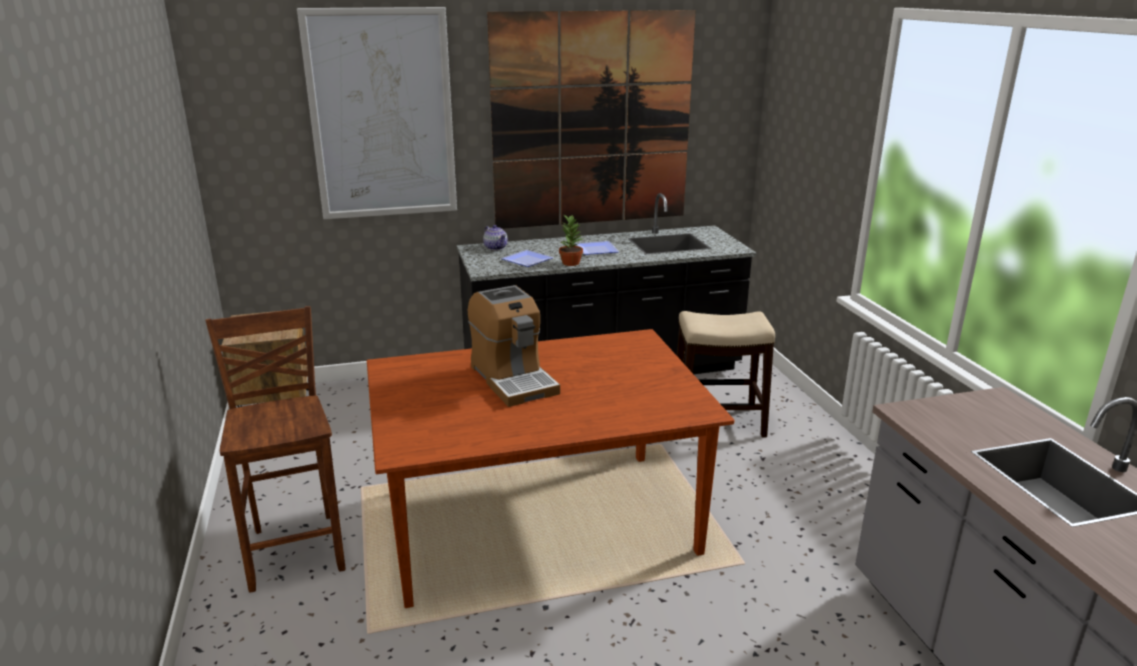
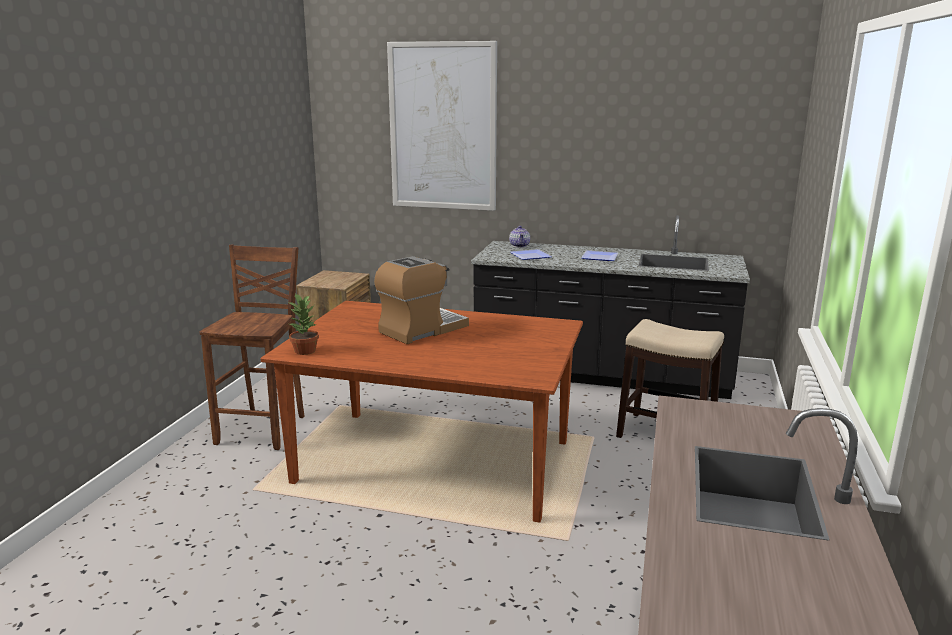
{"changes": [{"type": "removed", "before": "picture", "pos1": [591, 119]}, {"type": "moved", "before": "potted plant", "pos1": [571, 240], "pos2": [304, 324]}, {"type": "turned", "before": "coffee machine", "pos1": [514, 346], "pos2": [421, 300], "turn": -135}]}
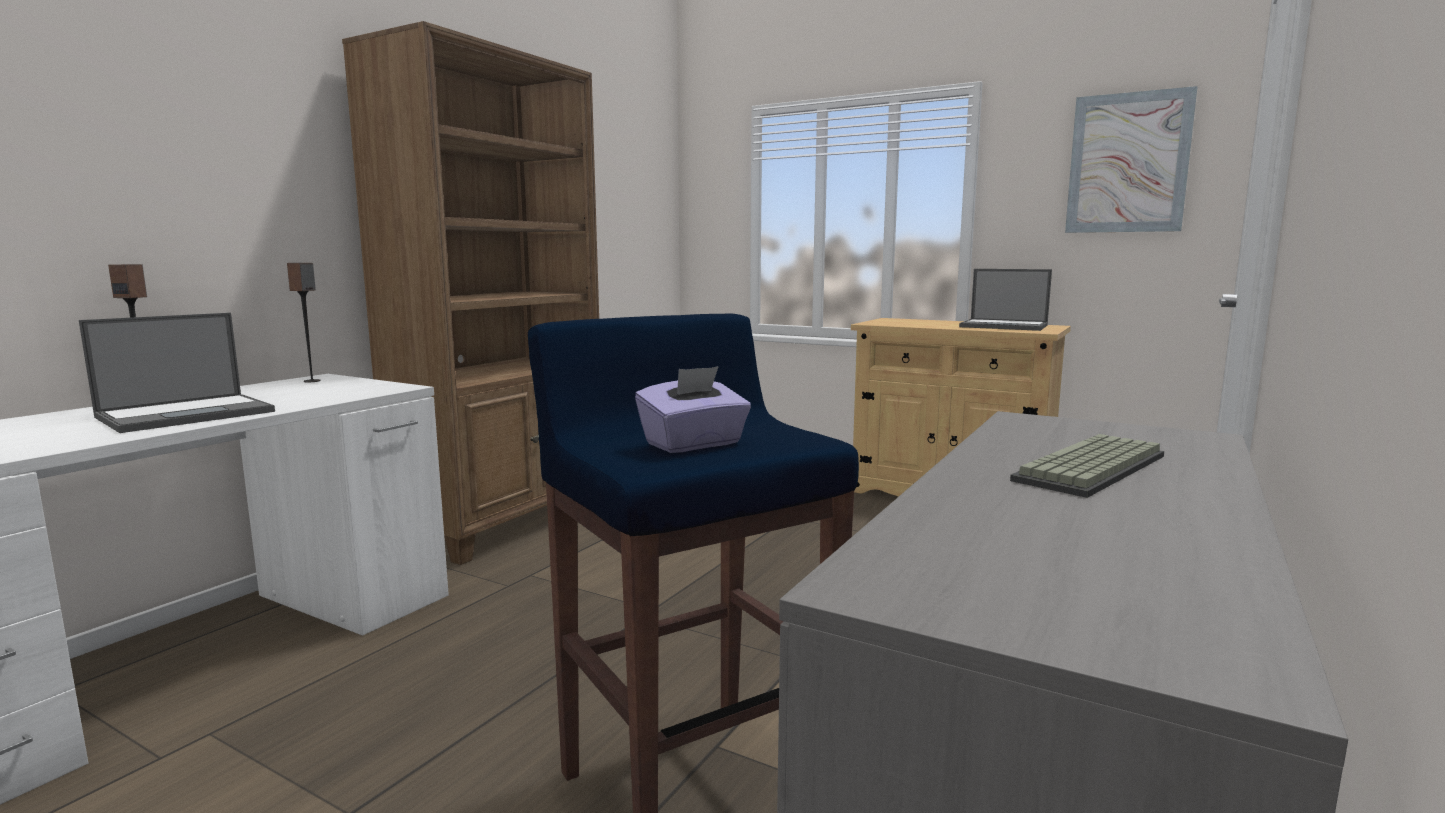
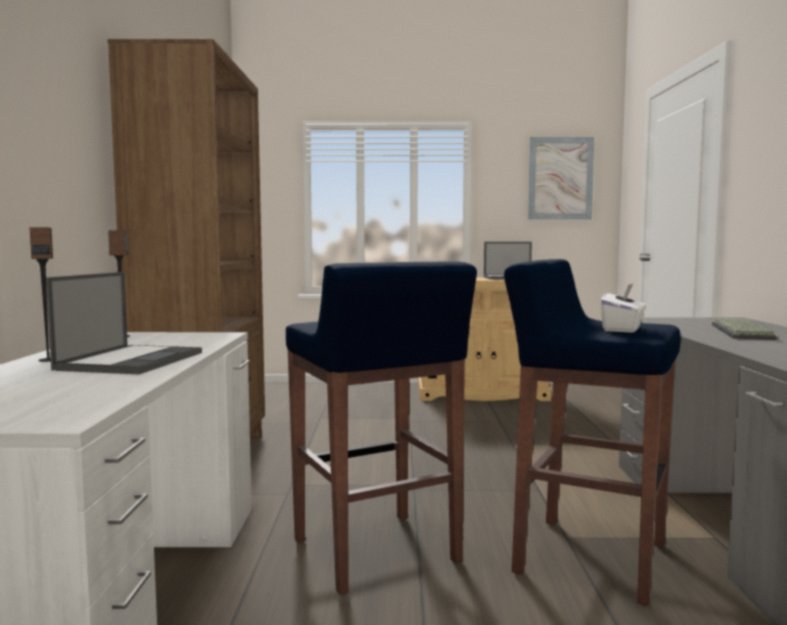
{"changes": [{"type": "recoloured", "before": "purple tissue box", "after": "white tissue box", "pos1": [693, 409], "pos2": [623, 308]}, {"type": "added", "after": "blue stool", "pos2": [381, 428]}]}
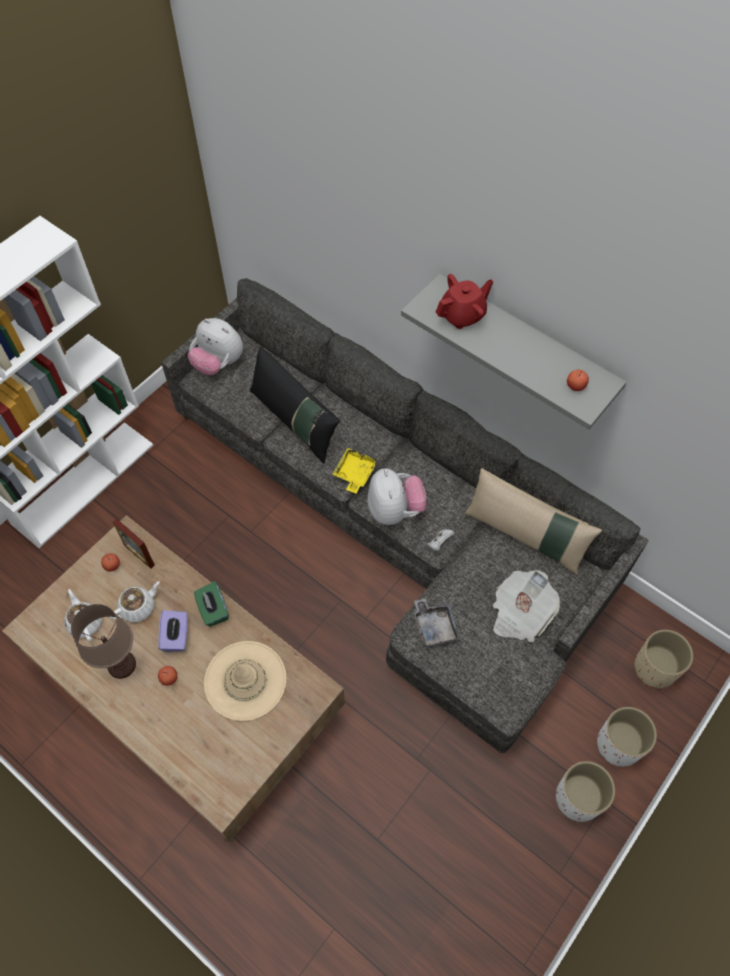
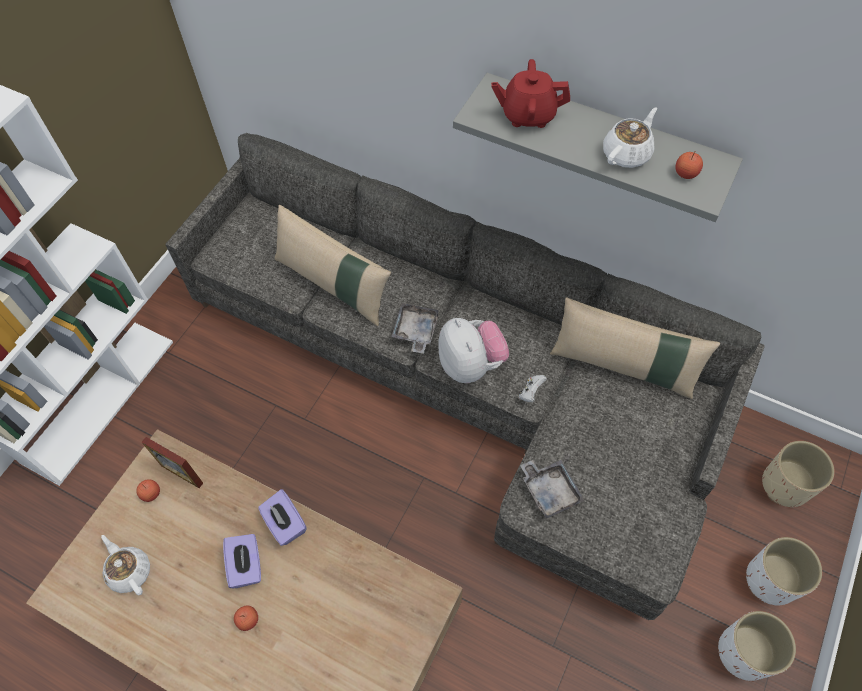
{"changes": [{"type": "turned", "before": "red teapot", "pos1": [464, 301], "pos2": [530, 93], "turn": -135}, {"type": "removed", "before": "plush toy", "pos1": [215, 346]}, {"type": "recoloured", "before": "black pillow", "after": "beige pillow", "pos1": [295, 405], "pos2": [333, 265]}, {"type": "recoloured", "before": "yellow tray", "after": "grey tray", "pos1": [354, 470], "pos2": [415, 328]}, {"type": "removed", "before": "newspaper", "pos1": [526, 606]}, {"type": "moved", "before": "white teapot", "pos1": [135, 602], "pos2": [630, 137]}, {"type": "recoloured", "before": "green tissue box", "after": "purple tissue box", "pos1": [211, 604], "pos2": [282, 517]}, {"type": "removed", "before": "brown table lamp", "pos1": [103, 641]}, {"type": "removed", "before": "beige hat", "pos1": [245, 681]}]}
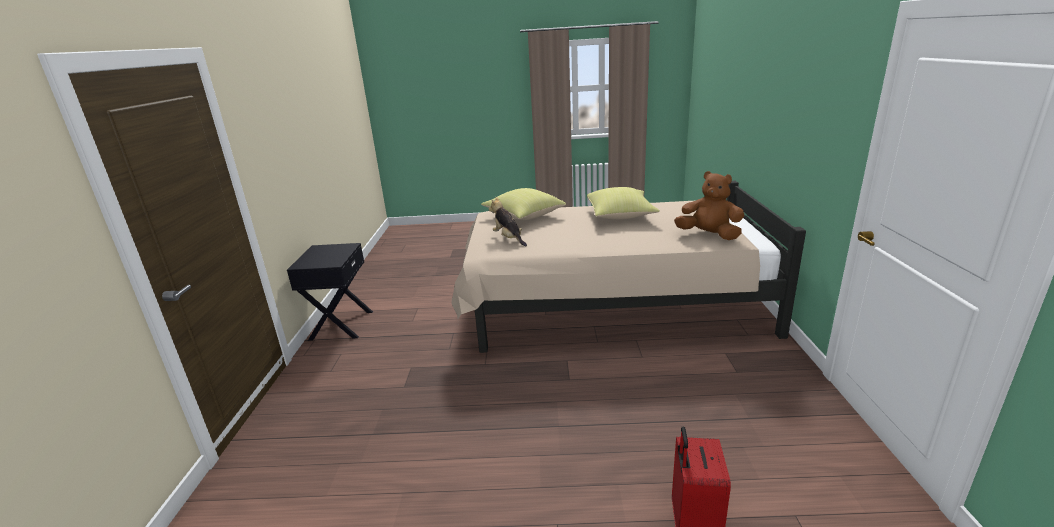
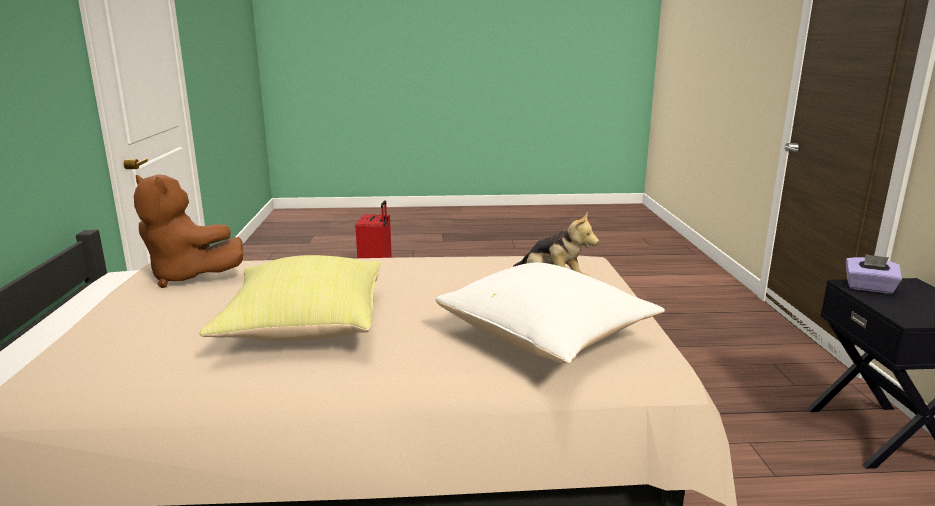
{"changes": [{"type": "recoloured", "before": "yellow pillow", "after": "white pillow", "pos1": [523, 204], "pos2": [550, 313]}, {"type": "added", "after": "purple tissue box", "pos2": [874, 274]}]}
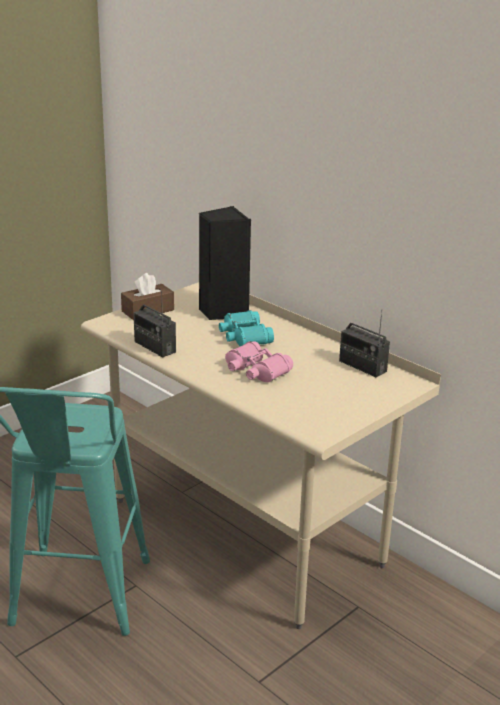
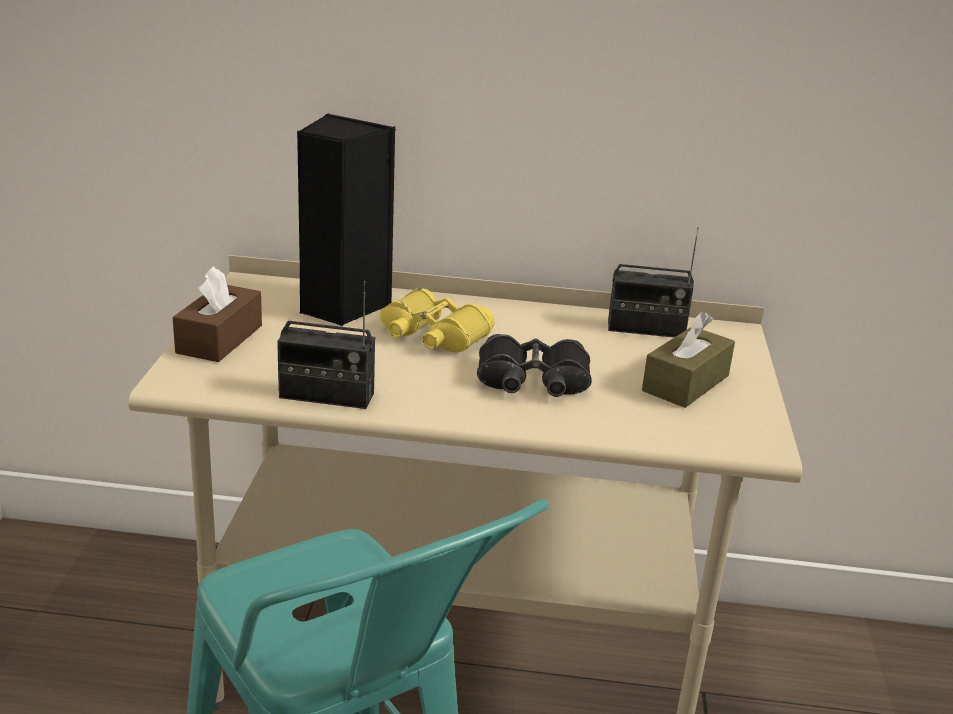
{"changes": [{"type": "recoloured", "before": "turquoise binoculars", "after": "yellow binoculars", "pos1": [246, 328], "pos2": [437, 320]}, {"type": "recoloured", "before": "pink binoculars", "after": "black binoculars", "pos1": [259, 361], "pos2": [534, 365]}, {"type": "added", "after": "brown tissue box", "pos2": [688, 360]}]}
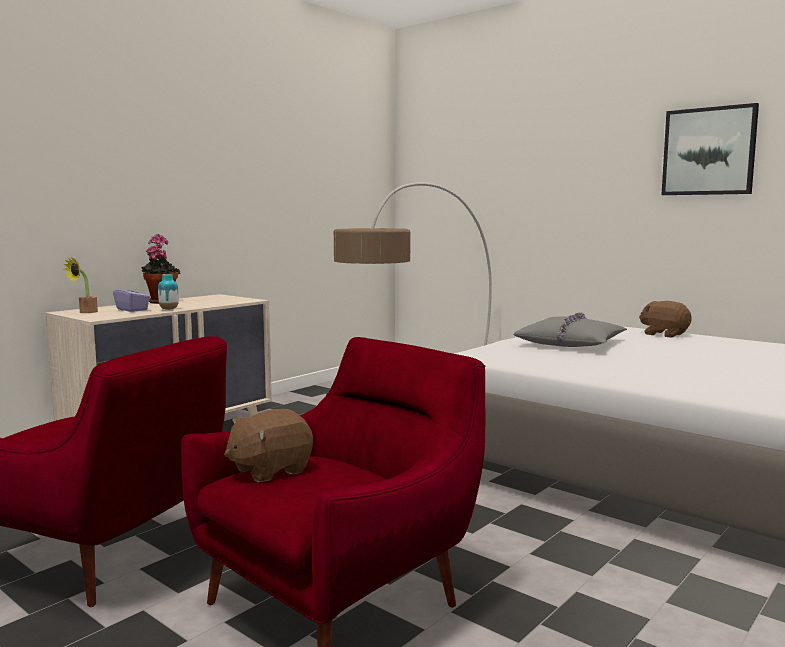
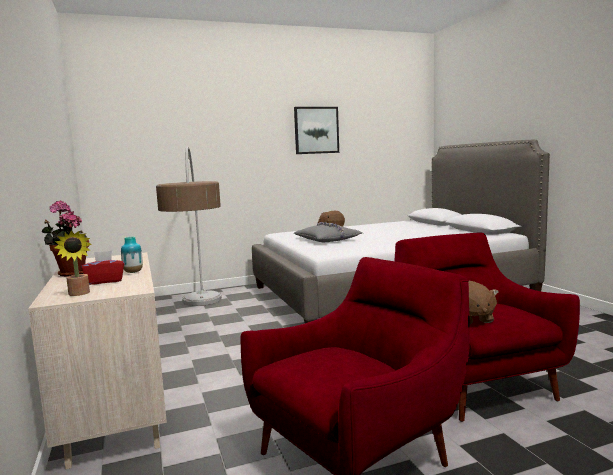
{"changes": [{"type": "recoloured", "before": "purple tissue box", "after": "red tissue box", "pos1": [131, 297], "pos2": [103, 268]}]}
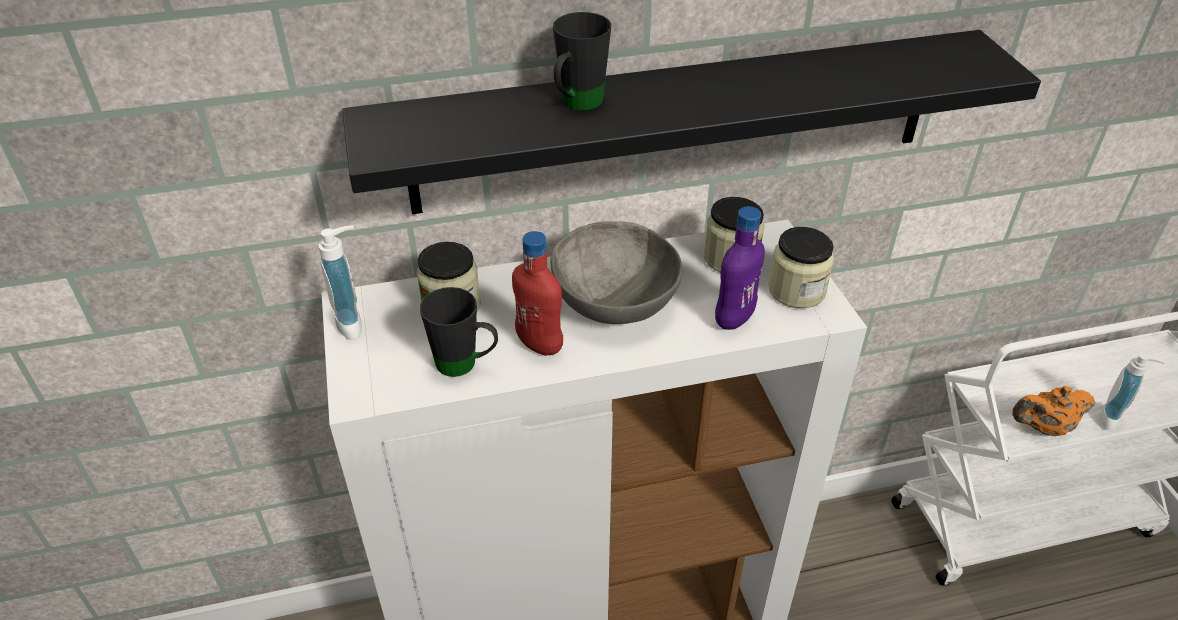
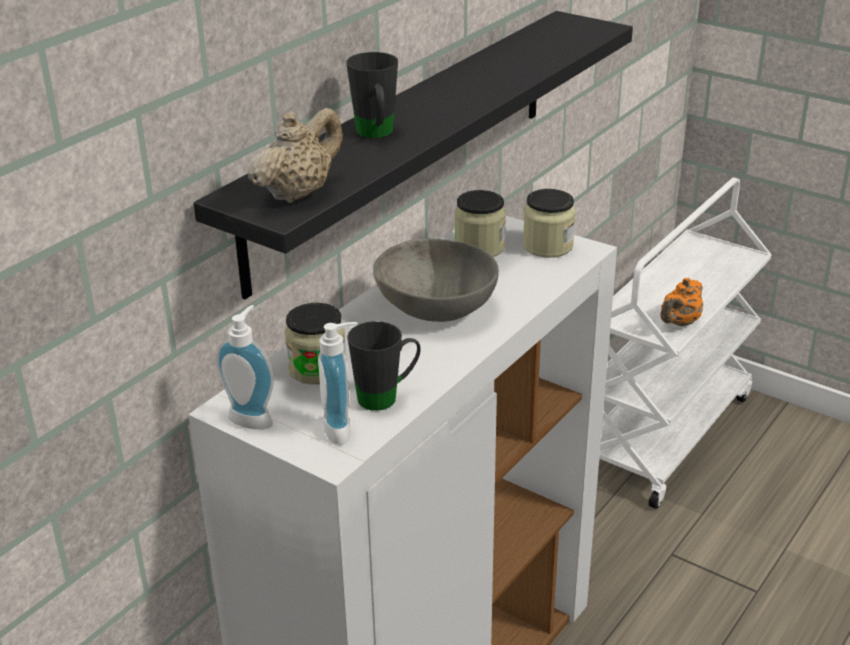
{"changes": [{"type": "removed", "before": "purple bottle", "pos1": [740, 268]}, {"type": "removed", "before": "red bottle", "pos1": [537, 293]}, {"type": "moved", "before": "soap dispenser", "pos1": [1132, 391], "pos2": [338, 383]}, {"type": "added", "after": "beige teapot", "pos2": [295, 155]}]}
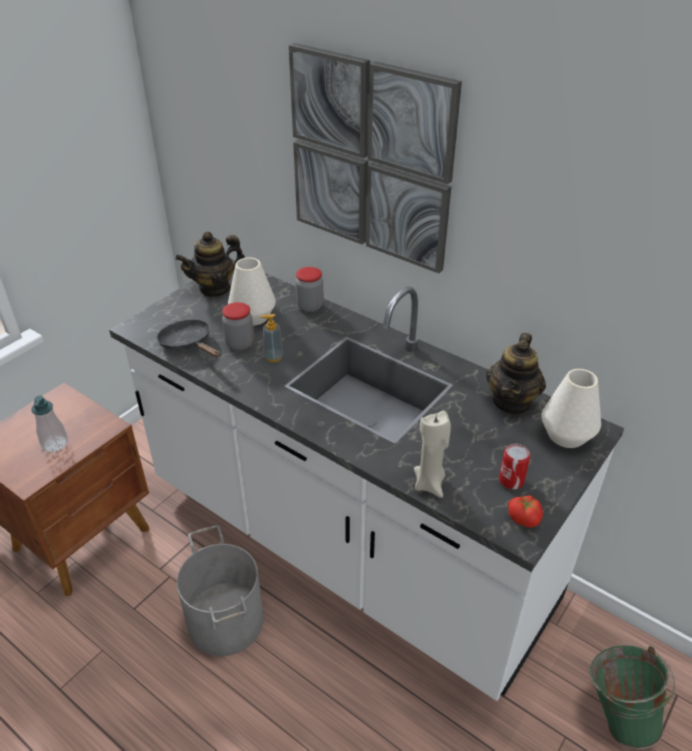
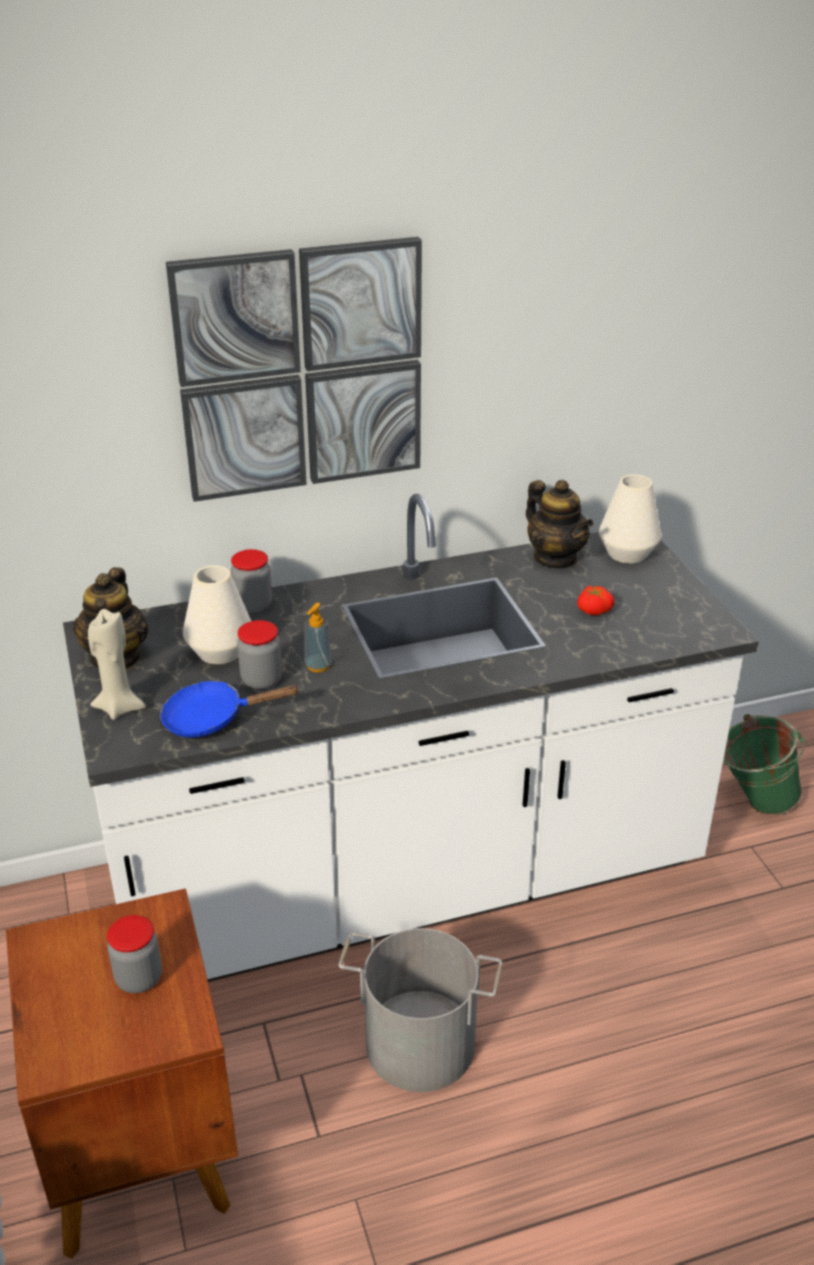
{"changes": [{"type": "recoloured", "before": "black frying pan", "after": "blue frying pan", "pos1": [189, 338], "pos2": [229, 709]}, {"type": "replaced", "before": "soap dispenser", "after": "jar", "pos1": [49, 424], "pos2": [134, 954]}, {"type": "moved", "before": "beige candle", "pos1": [432, 454], "pos2": [117, 664]}, {"type": "removed", "before": "can", "pos1": [514, 466]}, {"type": "moved", "before": "tomato", "pos1": [525, 512], "pos2": [596, 600]}]}
